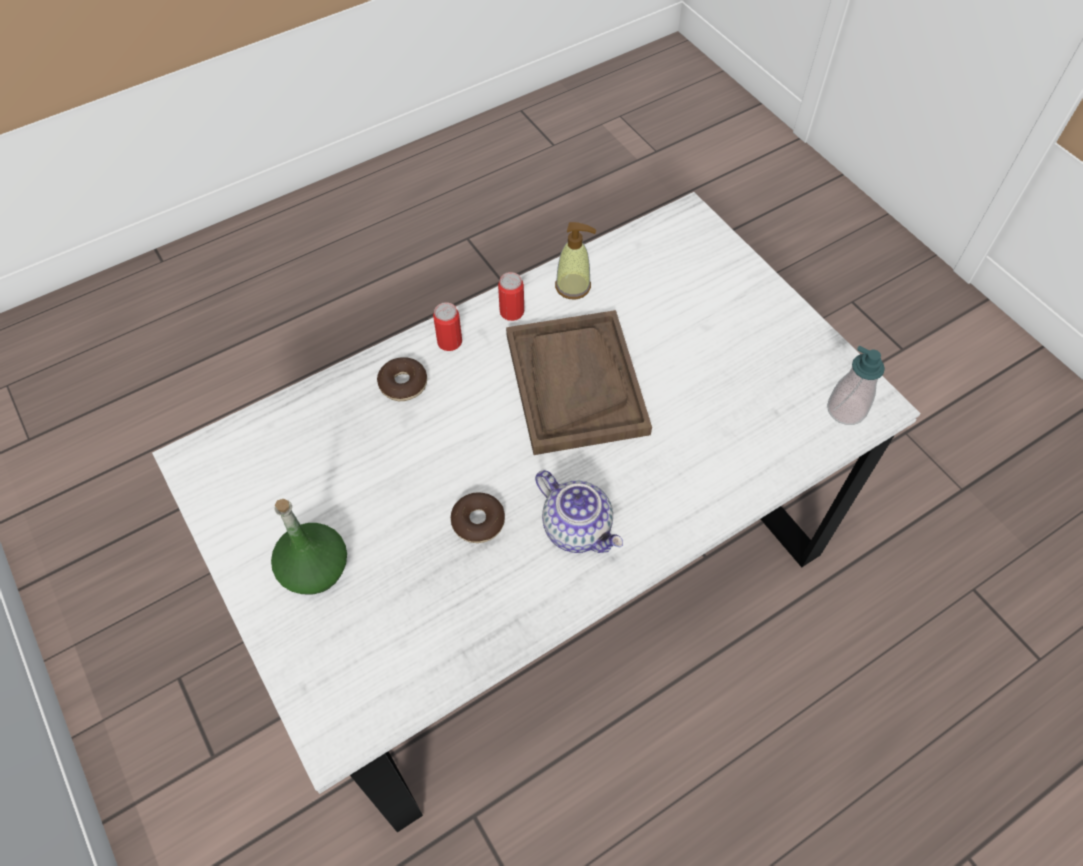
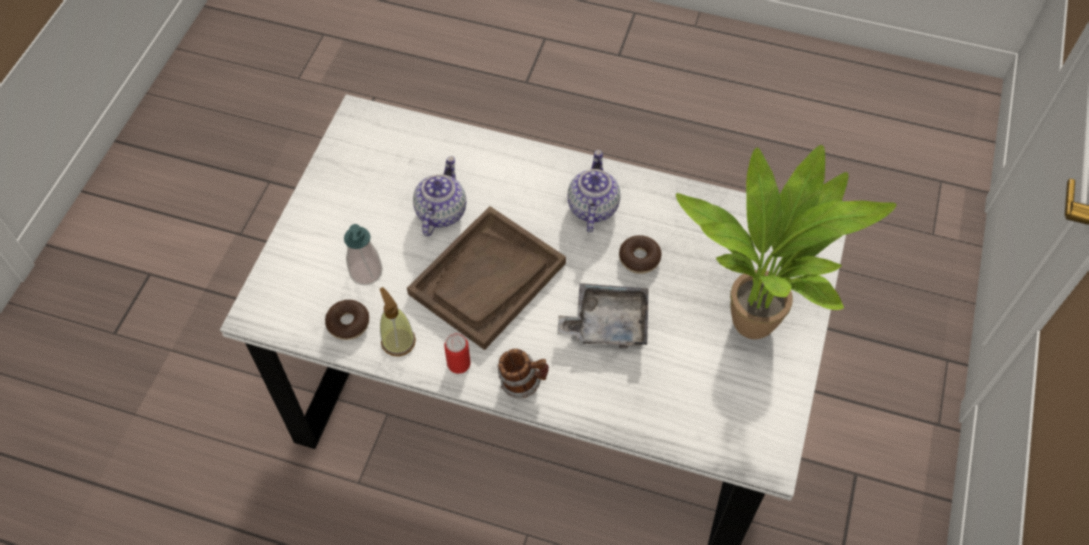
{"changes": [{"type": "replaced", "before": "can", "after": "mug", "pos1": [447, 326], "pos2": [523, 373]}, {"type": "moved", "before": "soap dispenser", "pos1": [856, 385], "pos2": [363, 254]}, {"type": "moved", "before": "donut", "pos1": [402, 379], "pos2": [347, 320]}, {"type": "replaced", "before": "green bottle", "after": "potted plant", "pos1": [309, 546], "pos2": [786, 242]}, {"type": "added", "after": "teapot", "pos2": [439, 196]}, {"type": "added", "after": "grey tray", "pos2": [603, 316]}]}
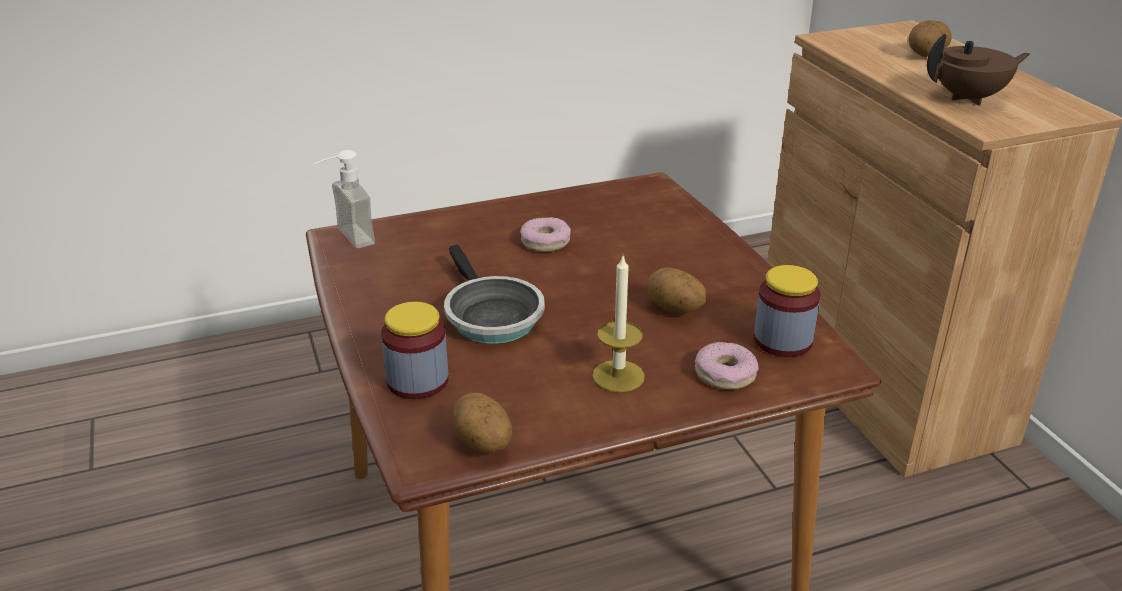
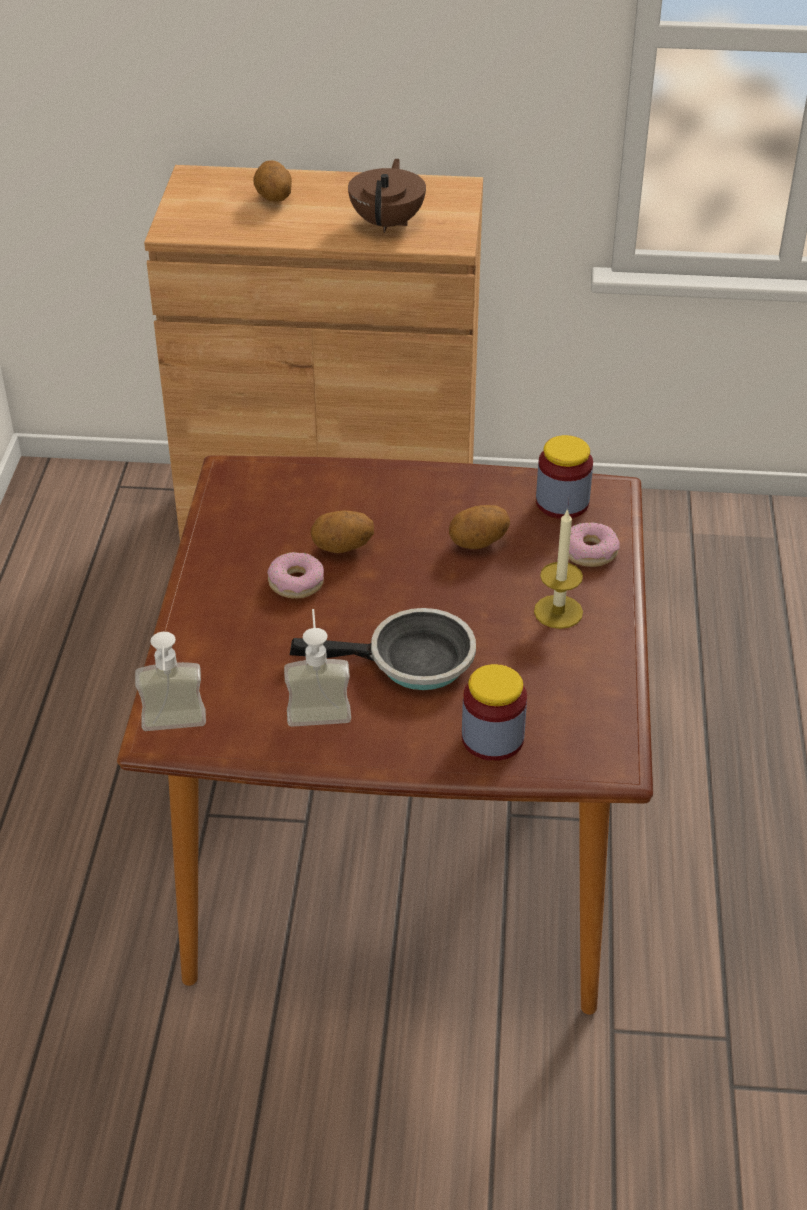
{"changes": [{"type": "moved", "before": "potato", "pos1": [483, 423], "pos2": [342, 532]}, {"type": "added", "after": "soap dispenser", "pos2": [317, 668]}]}
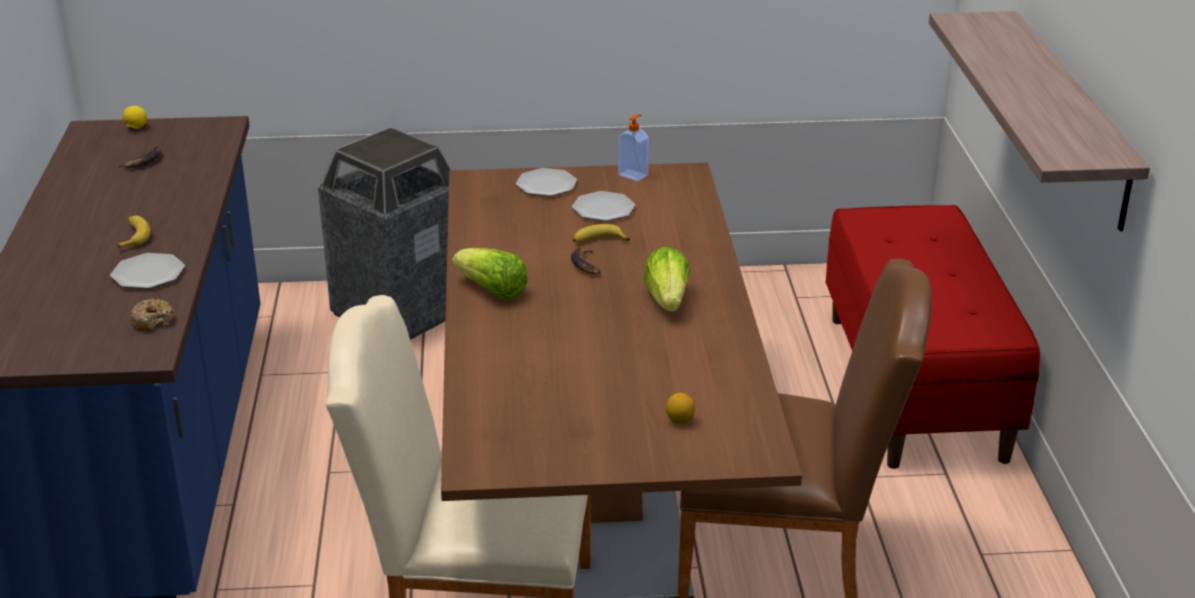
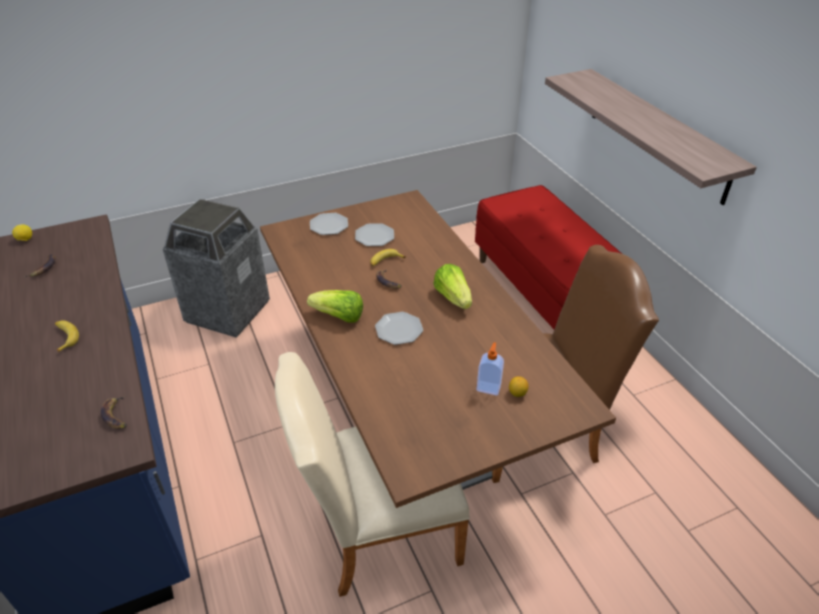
{"changes": [{"type": "moved", "before": "soap dispenser", "pos1": [633, 147], "pos2": [490, 368]}, {"type": "moved", "before": "plate", "pos1": [147, 271], "pos2": [399, 328]}, {"type": "replaced", "before": "donut", "after": "banana", "pos1": [152, 315], "pos2": [114, 412]}]}
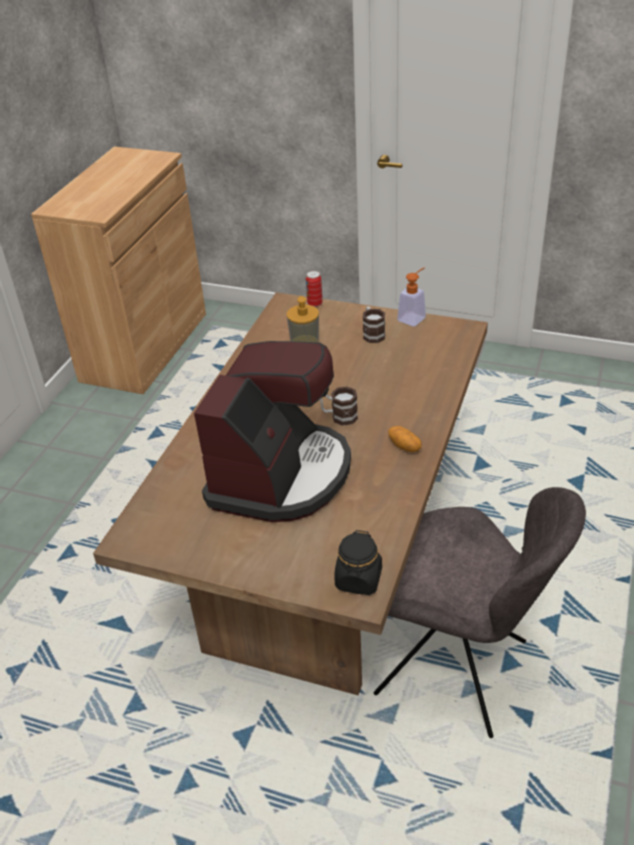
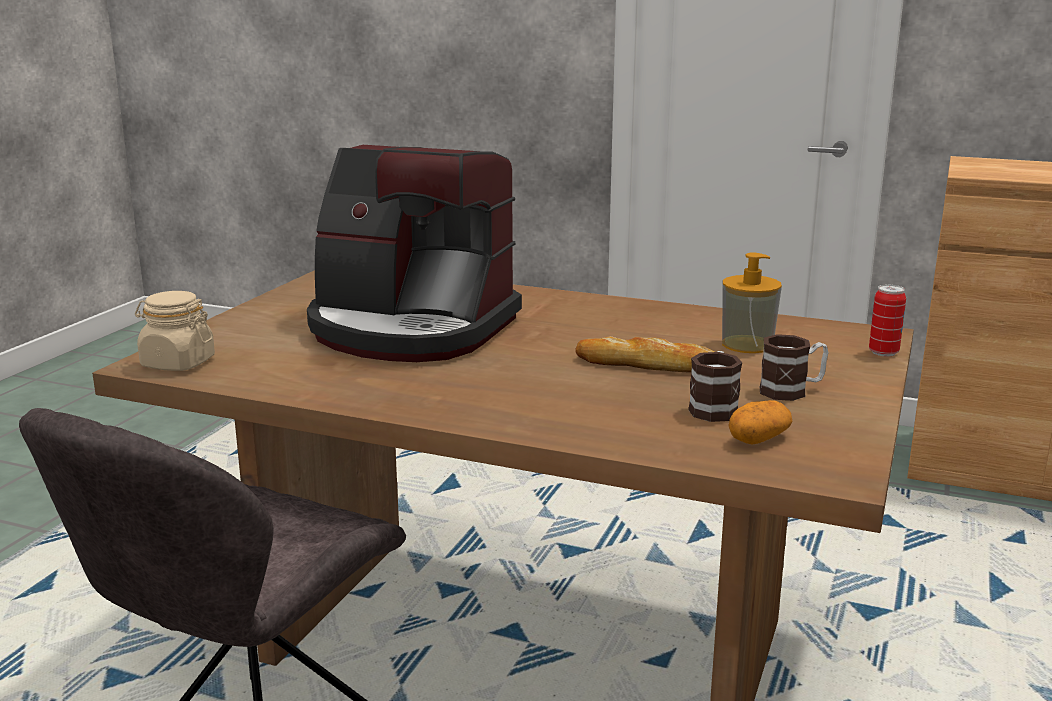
{"changes": [{"type": "removed", "before": "soap dispenser", "pos1": [411, 297]}, {"type": "moved", "before": "mug", "pos1": [339, 406], "pos2": [715, 386]}, {"type": "moved", "before": "potato", "pos1": [405, 439], "pos2": [760, 422]}, {"type": "recoloured", "before": "black jar", "after": "beige jar", "pos1": [358, 562], "pos2": [175, 331]}, {"type": "added", "after": "bread", "pos2": [644, 354]}]}
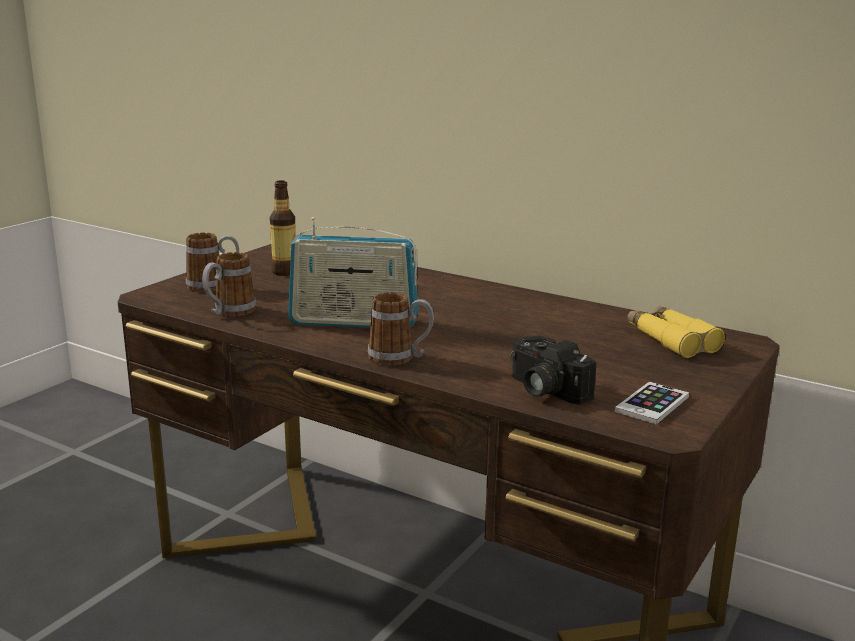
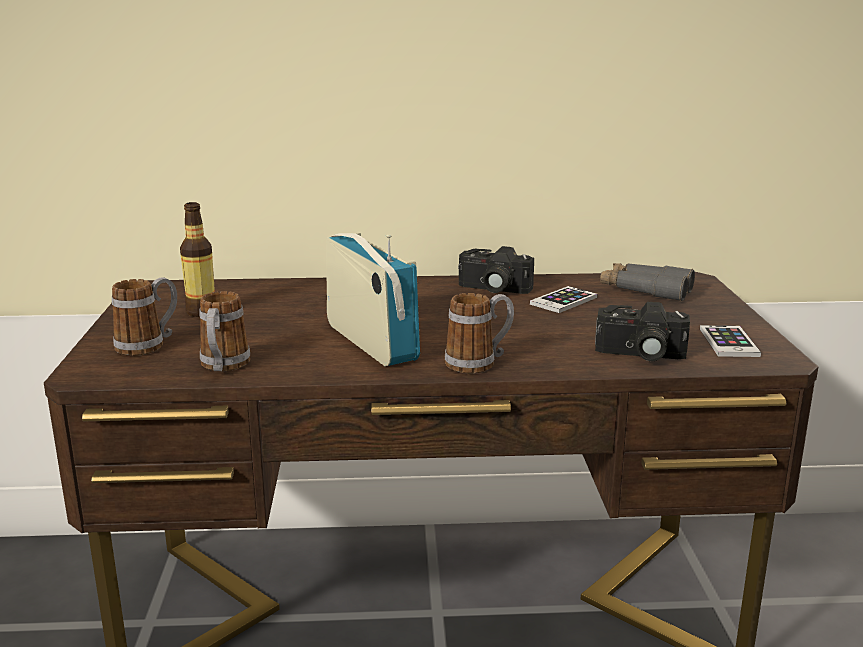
{"changes": [{"type": "turned", "before": "radio", "pos1": [353, 272], "pos2": [373, 299], "turn": -90}, {"type": "recoloured", "before": "yellow binoculars", "after": "grey binoculars", "pos1": [676, 332], "pos2": [647, 282]}, {"type": "added", "after": "photo camera", "pos2": [496, 270]}, {"type": "added", "after": "phone", "pos2": [563, 299]}]}
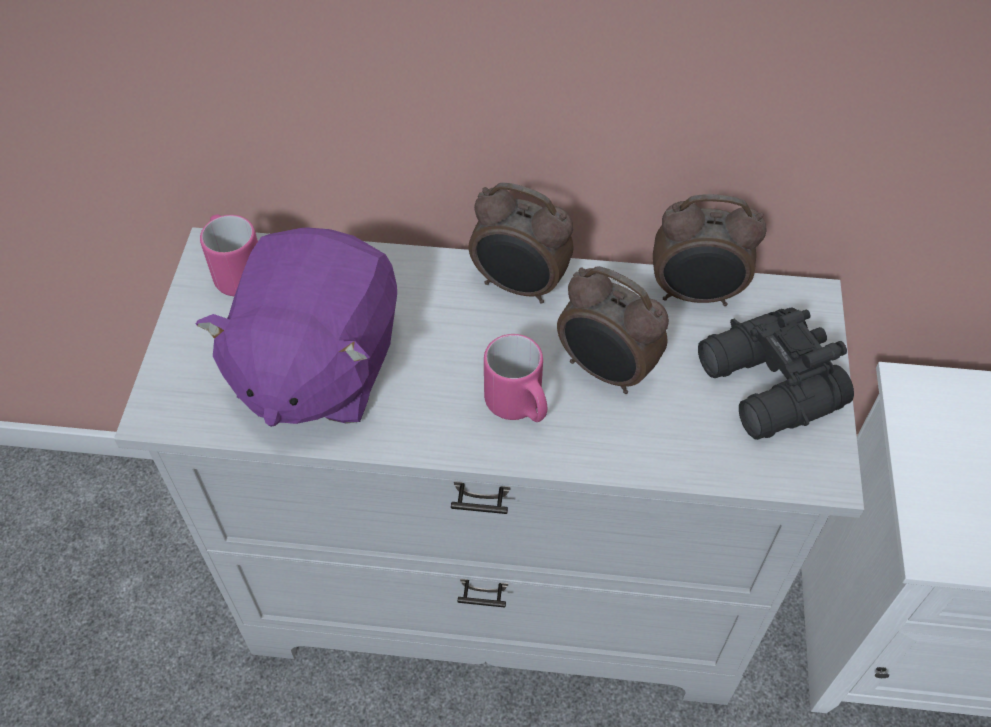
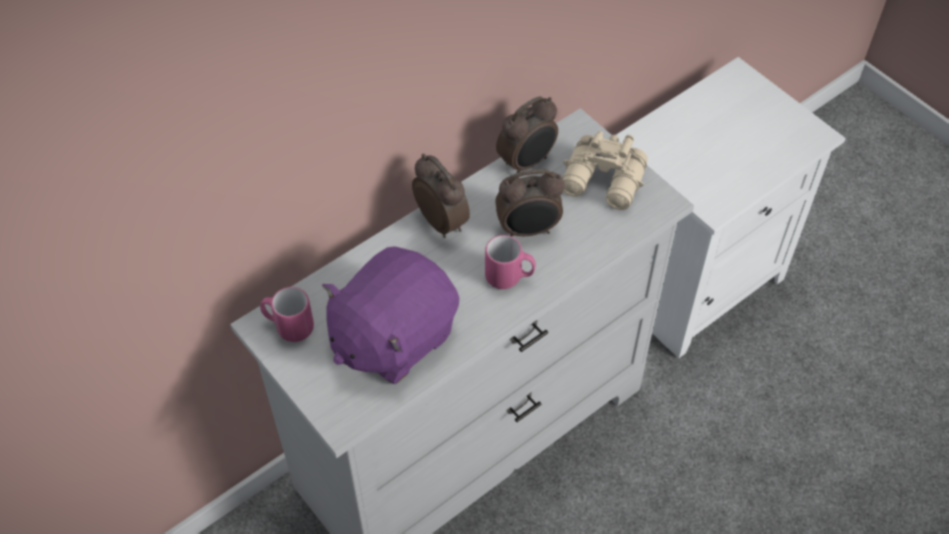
{"changes": [{"type": "turned", "before": "alarm clock", "pos1": [521, 243], "pos2": [441, 196], "turn": -105}, {"type": "turned", "before": "purple plush toy", "pos1": [296, 327], "pos2": [390, 315], "turn": 75}, {"type": "recoloured", "before": "black binoculars", "after": "beige binoculars", "pos1": [776, 373], "pos2": [605, 170]}]}
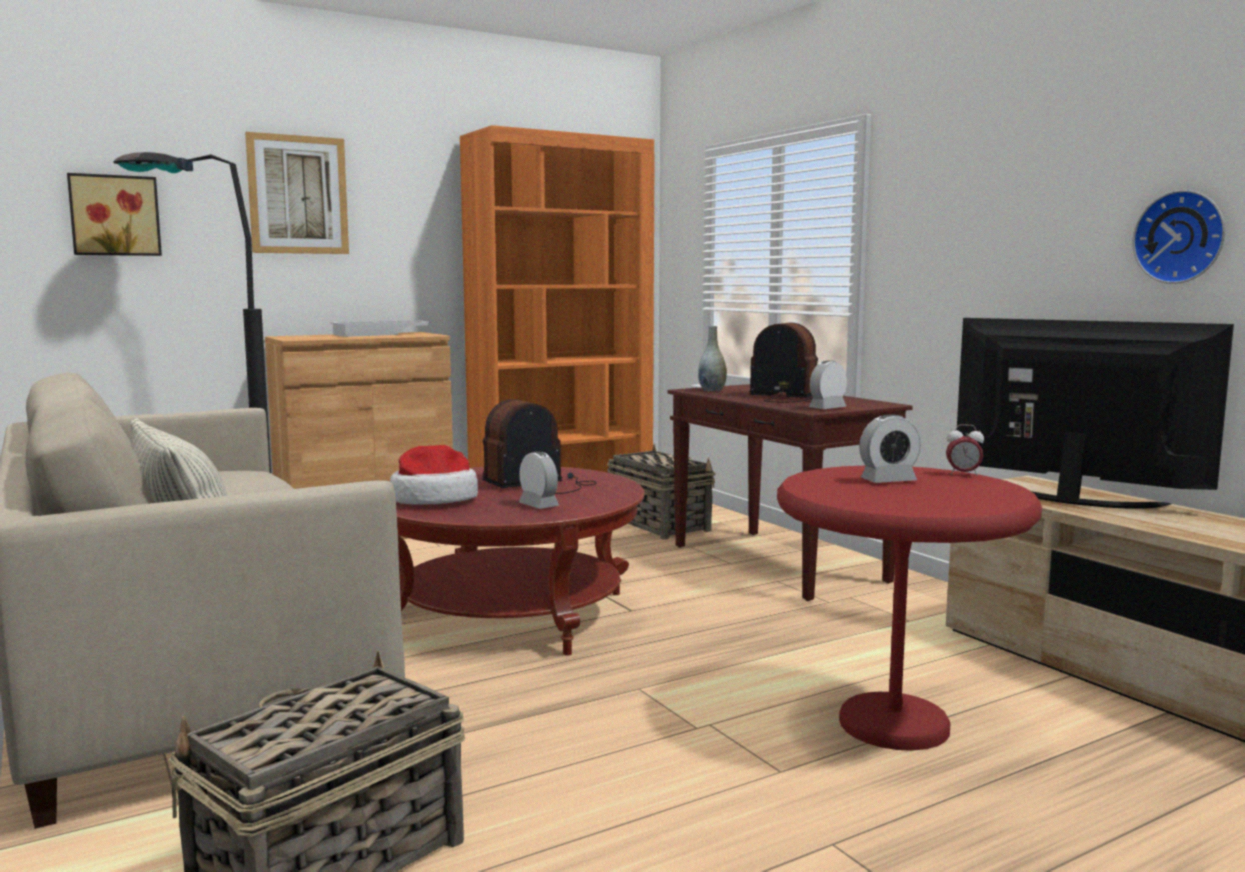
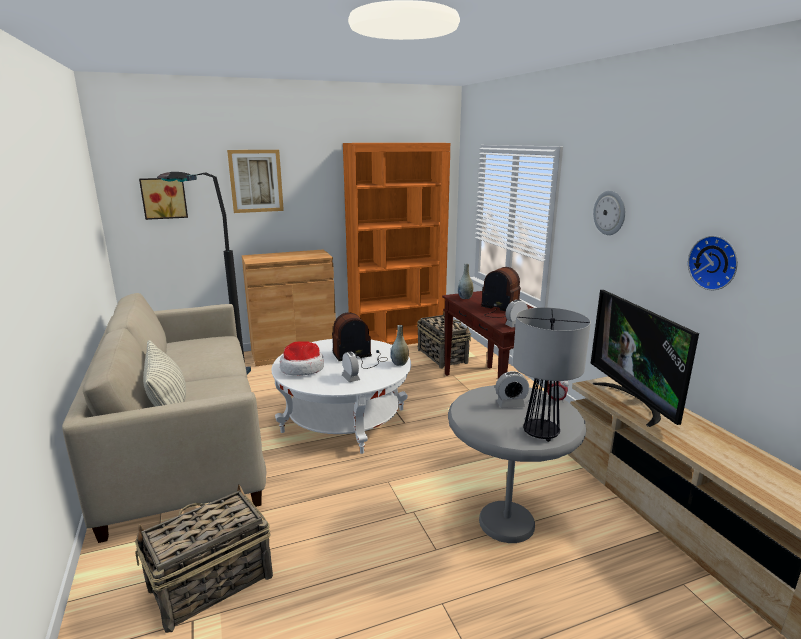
{"changes": [{"type": "turned", "before": "television", "pos1": [1095, 413], "pos2": [645, 358], "turn": -150}, {"type": "removed", "before": "white tray", "pos1": [380, 328]}, {"type": "recoloured", "before": "red side table", "after": "grey side table", "pos1": [909, 608], "pos2": [517, 464]}, {"type": "recoloured", "before": "red coffee table", "after": "white coffee table", "pos1": [520, 561], "pos2": [341, 396]}, {"type": "added", "after": "wall clock", "pos2": [609, 213]}, {"type": "added", "after": "table lamp", "pos2": [552, 374]}, {"type": "added", "after": "grey vase", "pos2": [400, 345]}]}
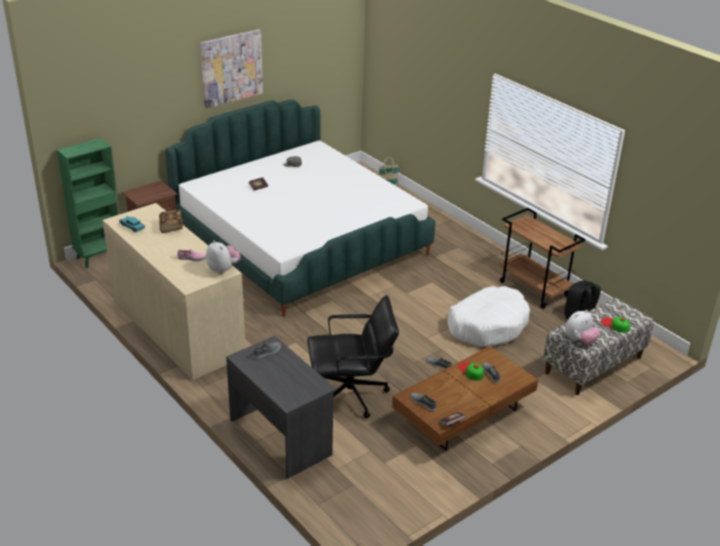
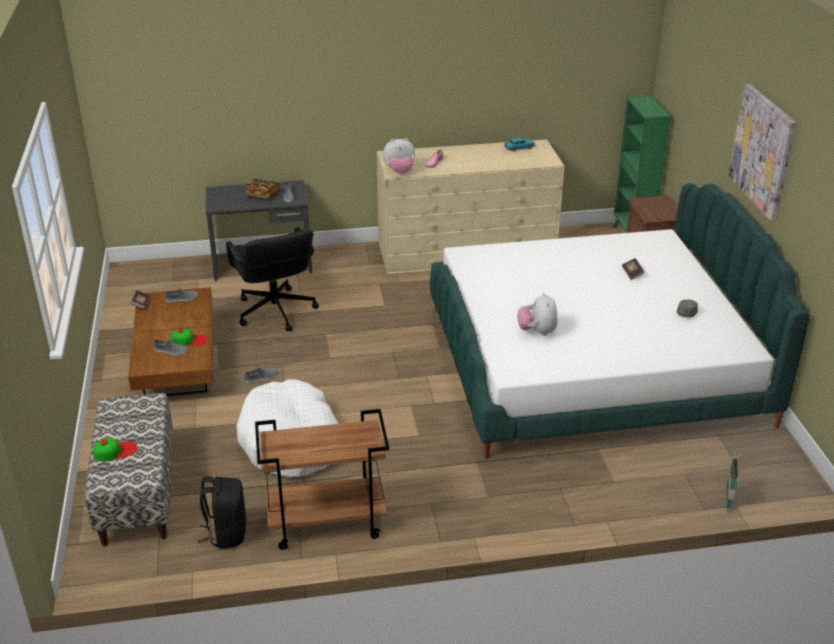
{"changes": [{"type": "moved", "before": "book", "pos1": [171, 221], "pos2": [262, 189]}, {"type": "turned", "before": "black office chair", "pos1": [353, 356], "pos2": [272, 279], "turn": -45}, {"type": "moved", "before": "plush toy", "pos1": [582, 327], "pos2": [537, 314]}]}
